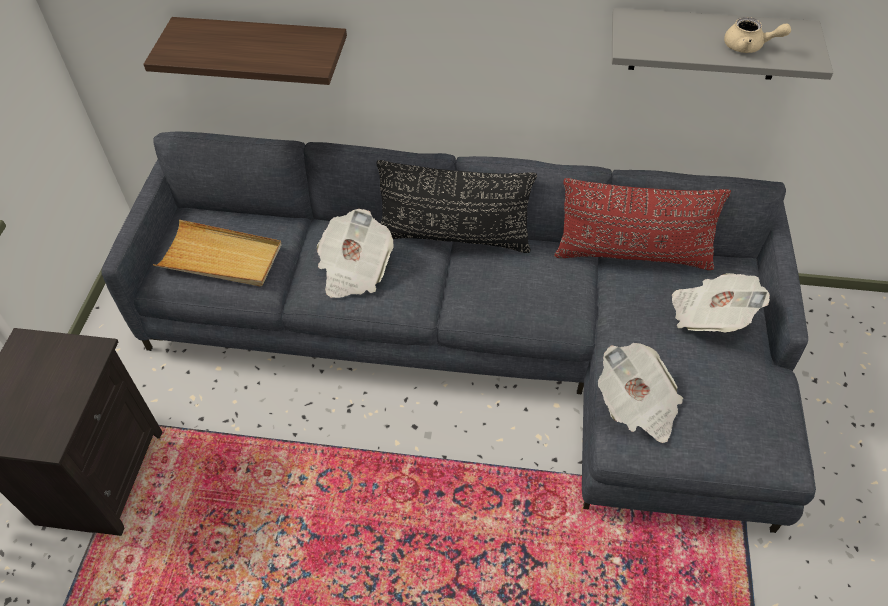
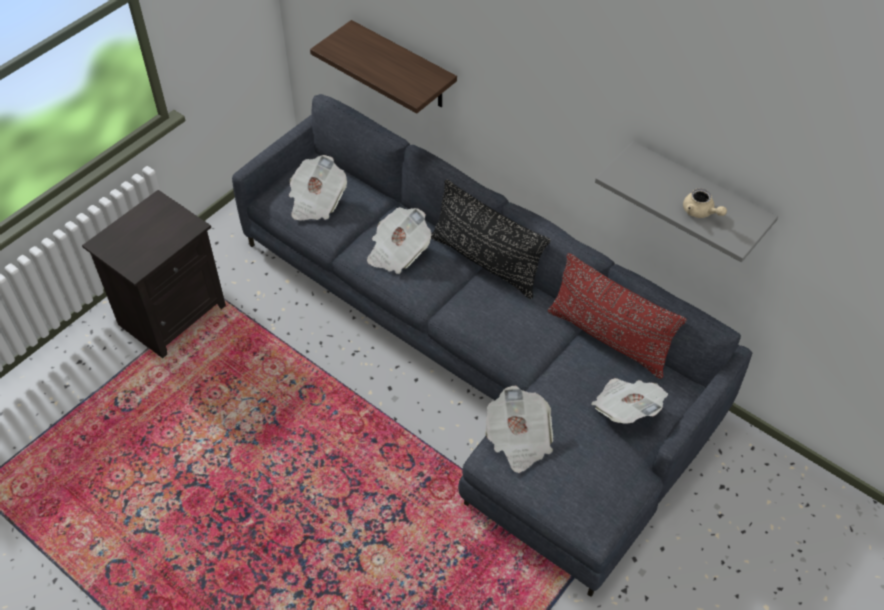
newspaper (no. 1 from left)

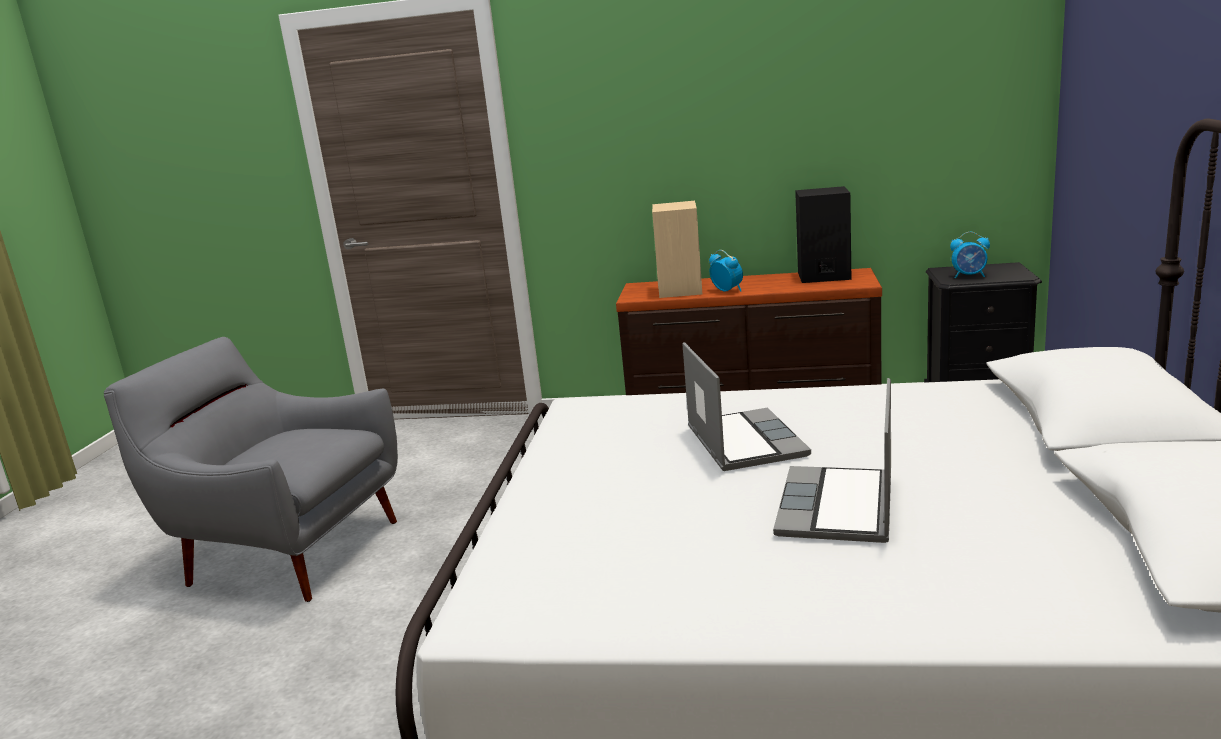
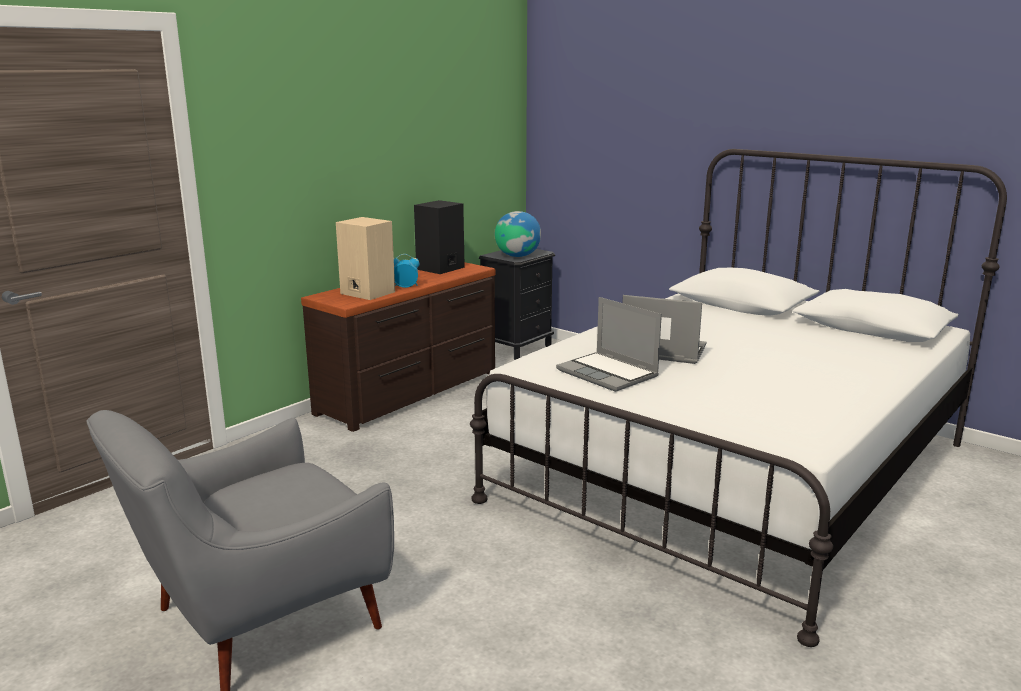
globe
notebook computer (no. 1 from left)

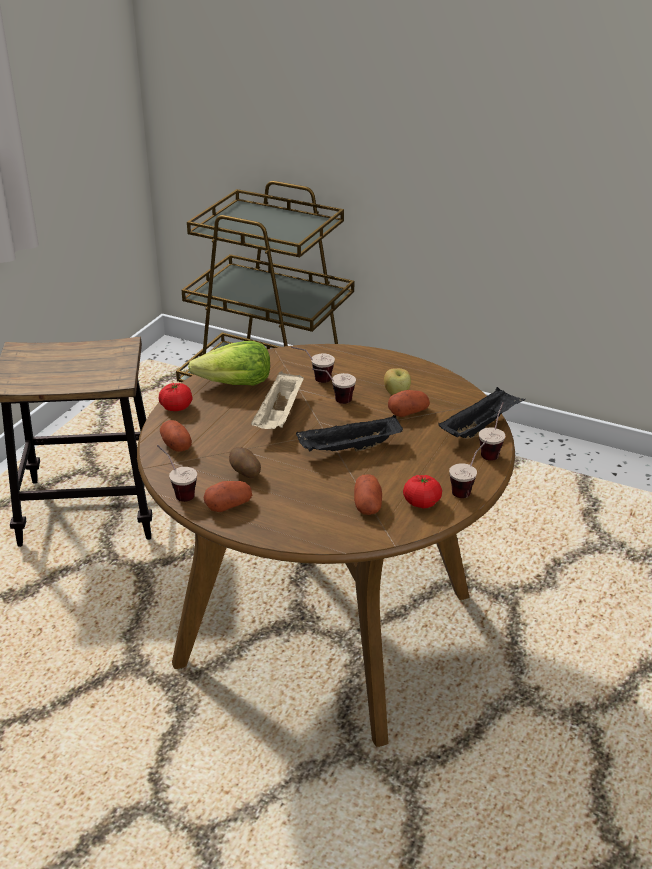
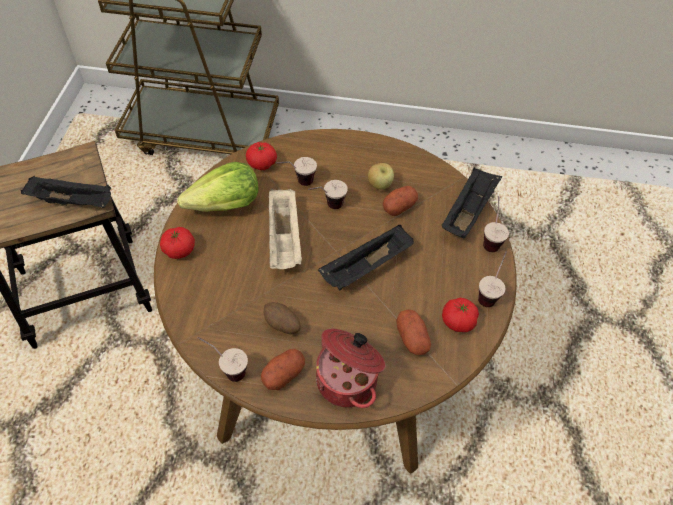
tray (black) (no. 1 from left)
whole tomato (no. 2 from left)
cooking pot
whole potato (no. 1 from left in the first image)

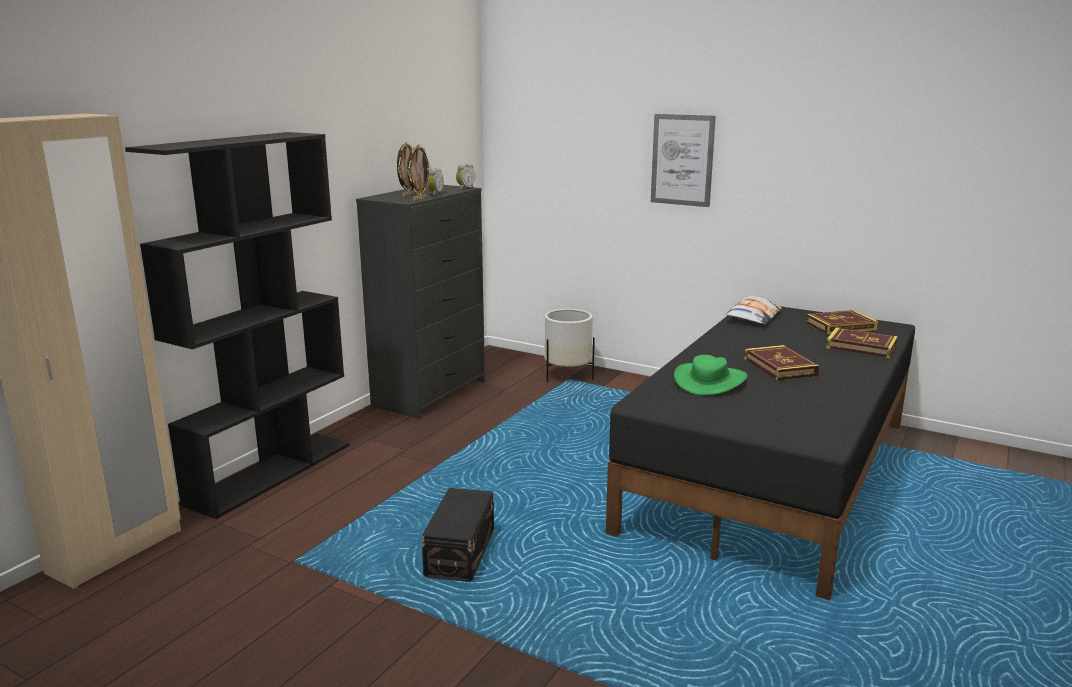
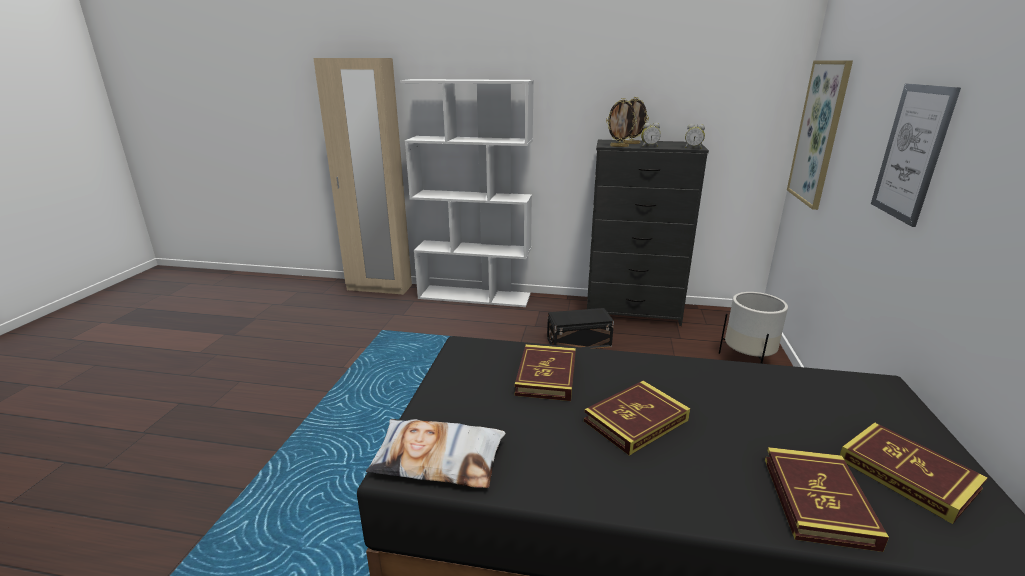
pillow
shelving unit (whitish)
volume (no. 1 from left)
storage container (black)
picture (no. 1 from left)

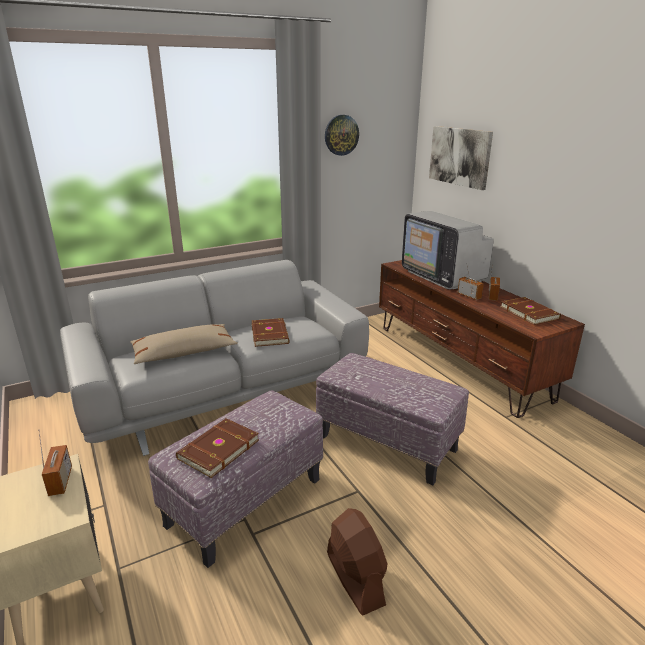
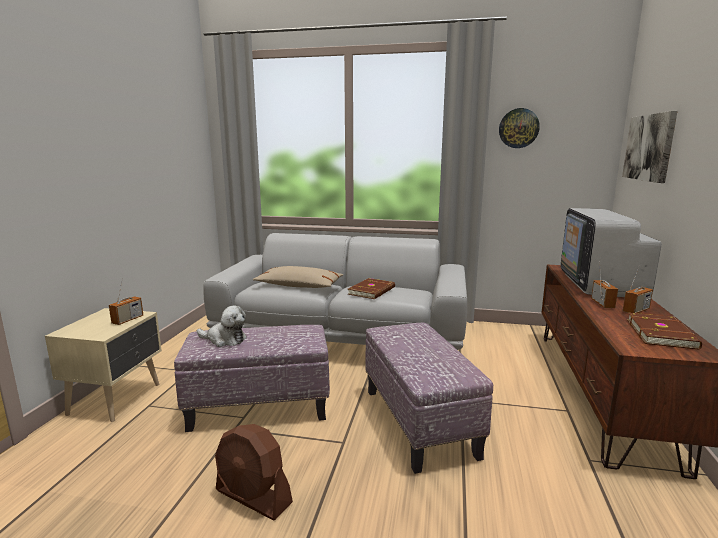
soft toy
cooling fan (brownish)

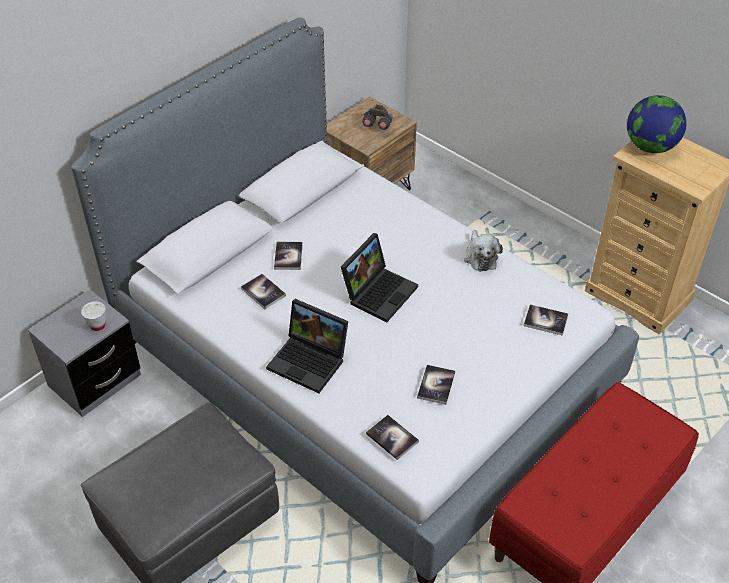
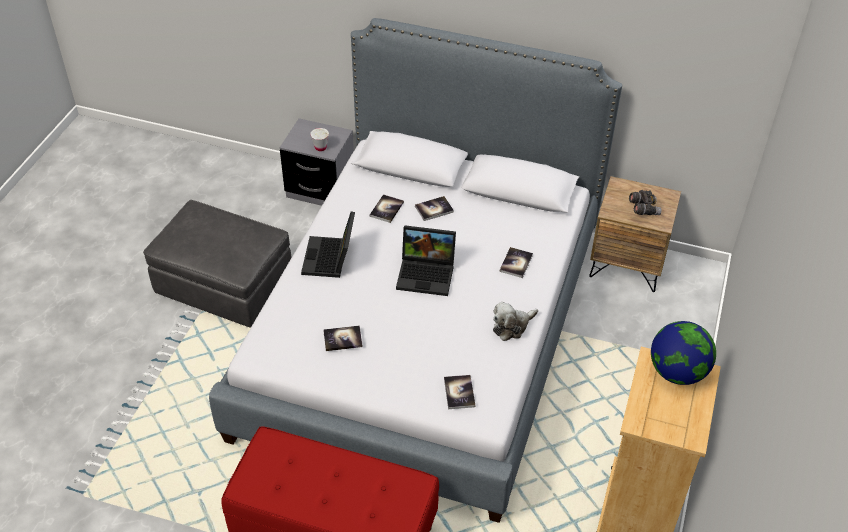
volume (no. 5 from left)

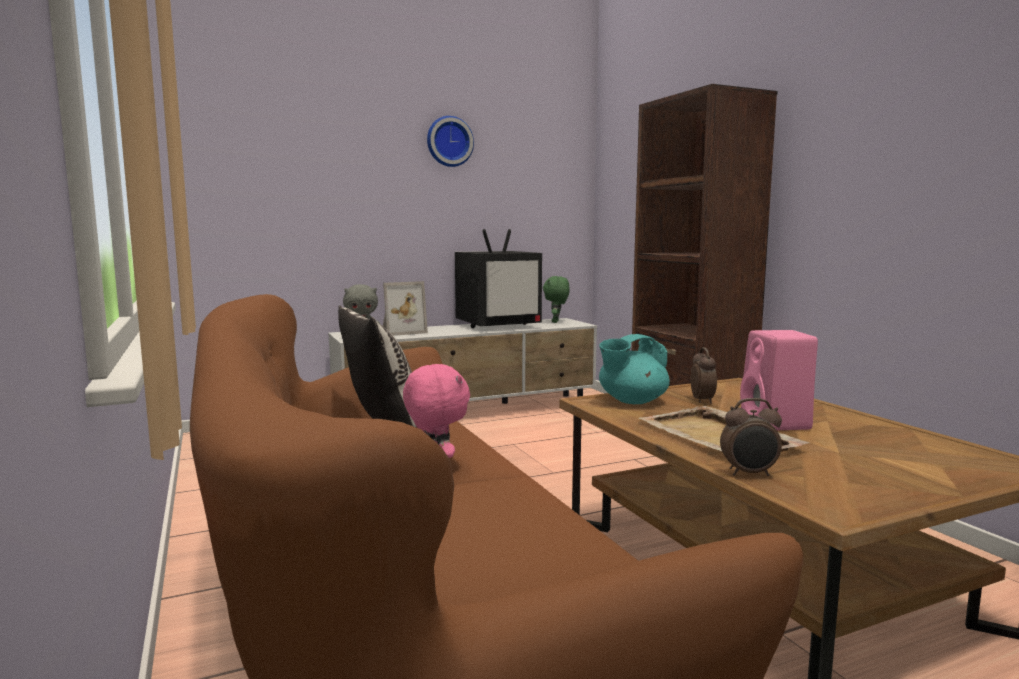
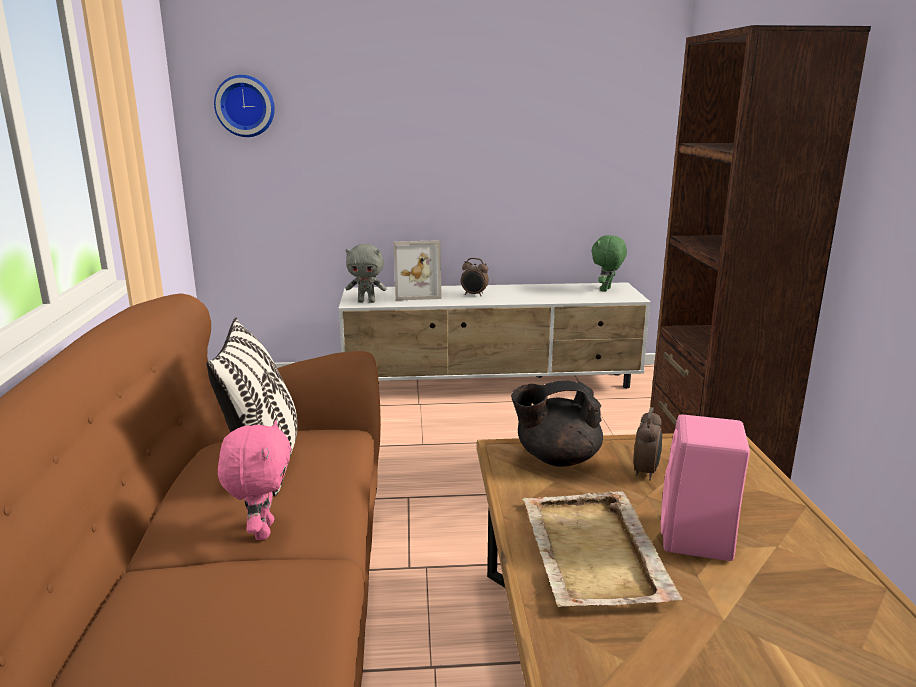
hanging clock
table clock (no. 1 from left)
tea pot (black)
TV

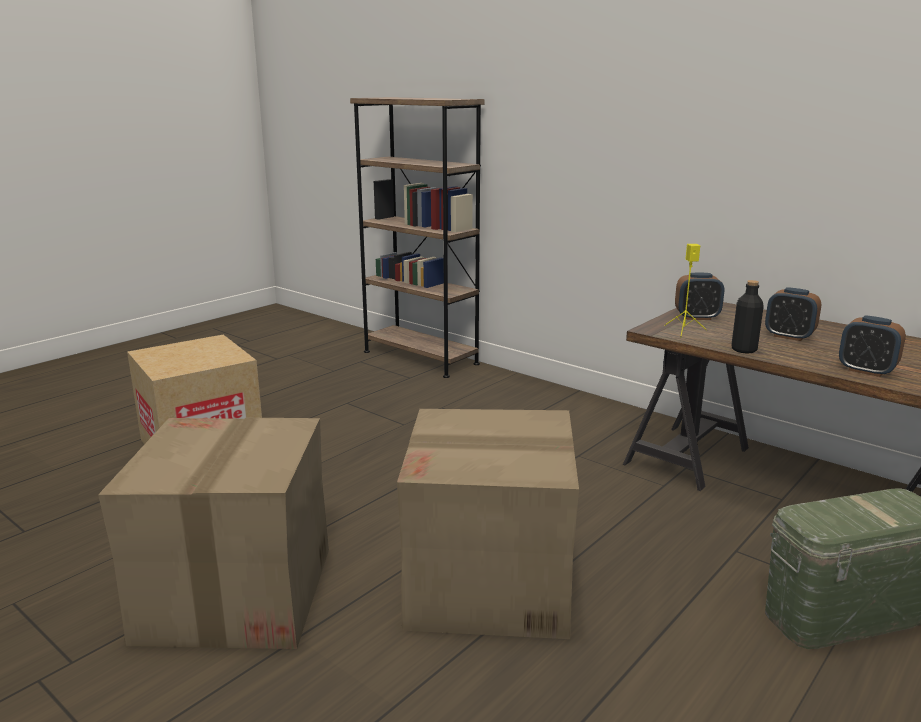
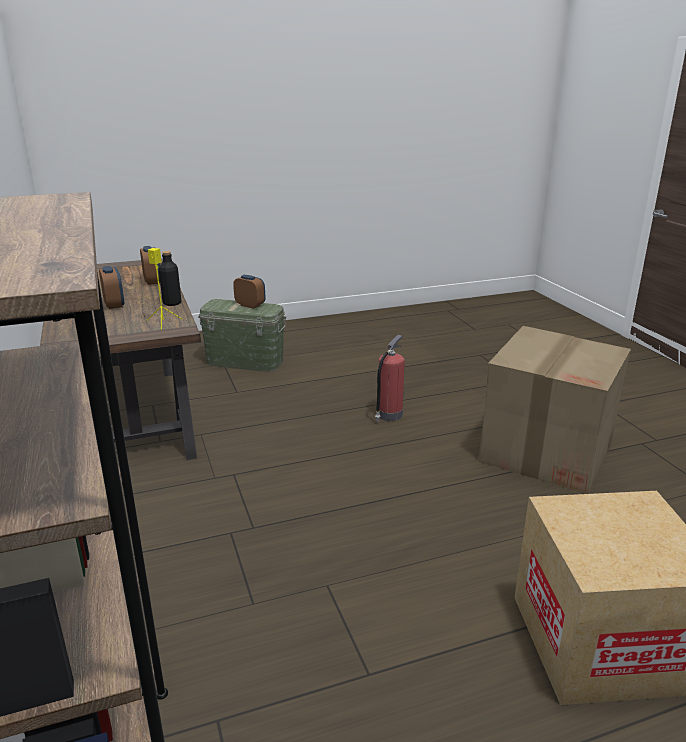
table clock (no. 3 from left)
extinguisher

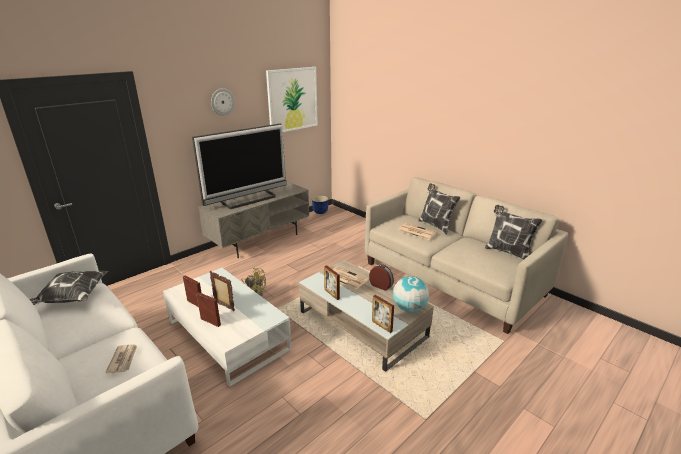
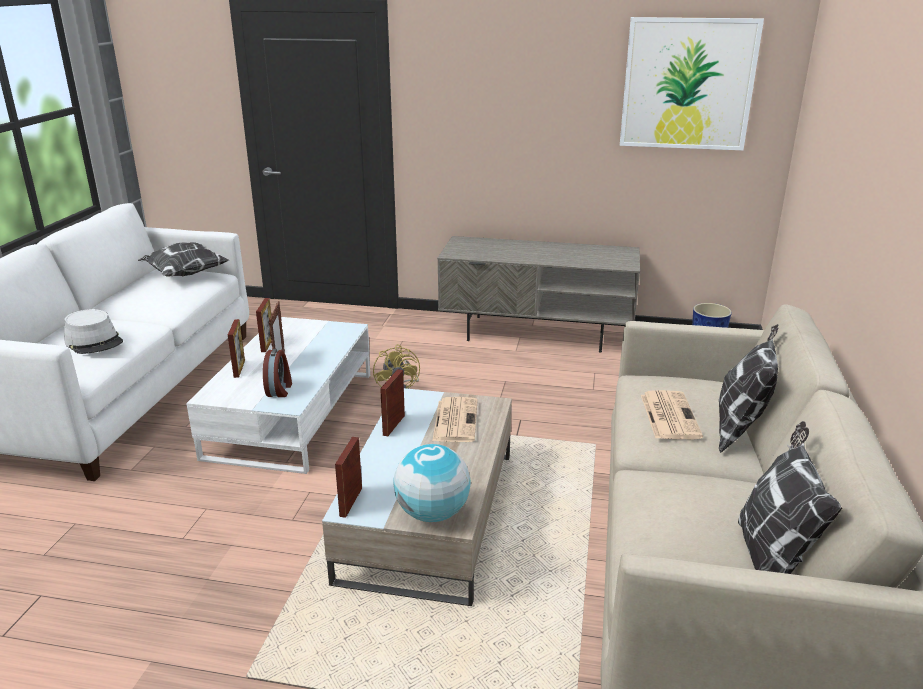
clothing hat (gray)
table clock
TV
hanging clock

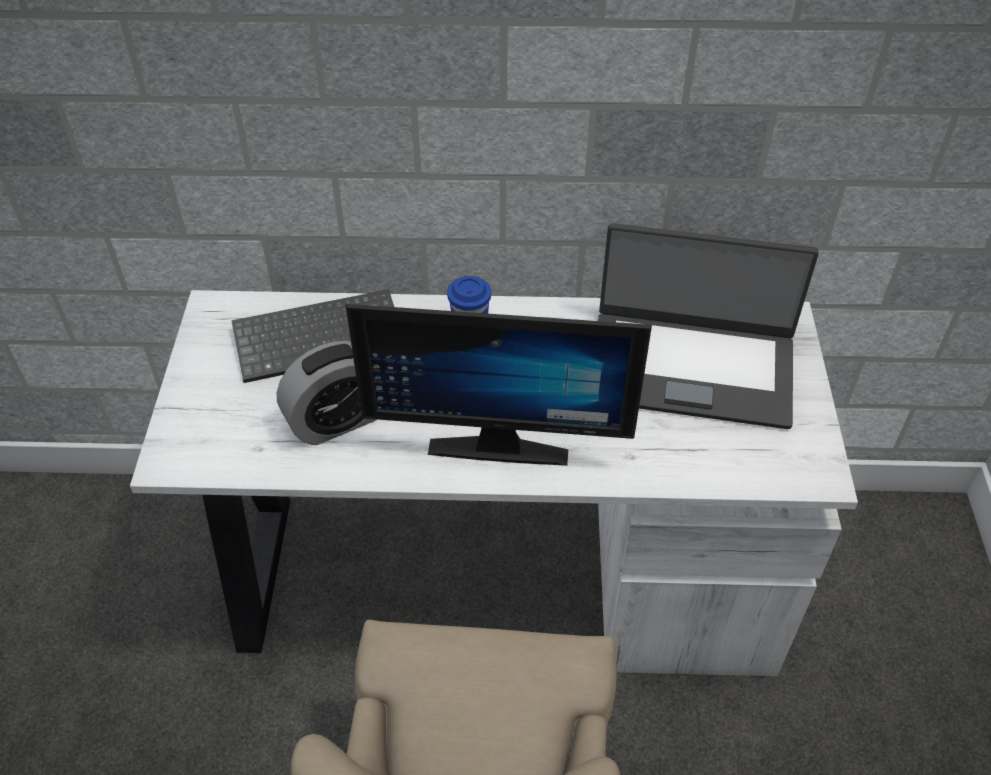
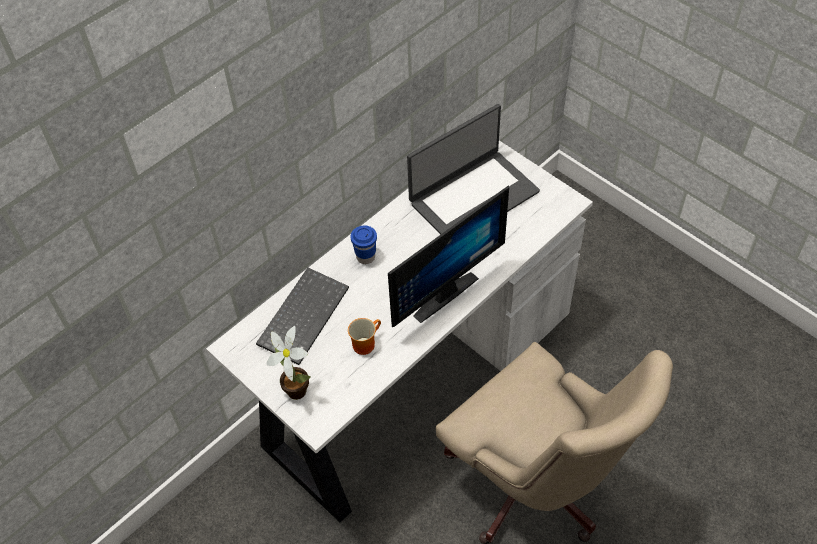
houseplant
mug

